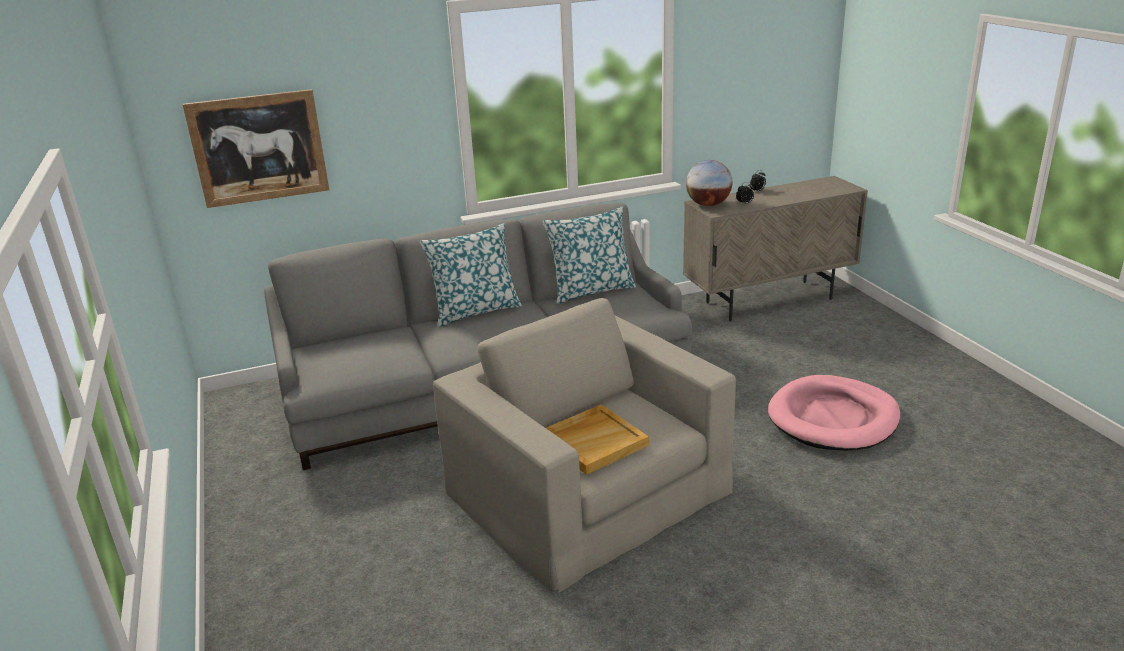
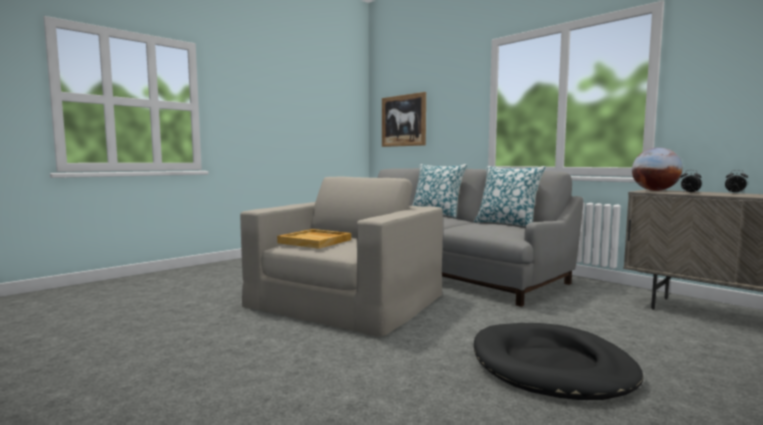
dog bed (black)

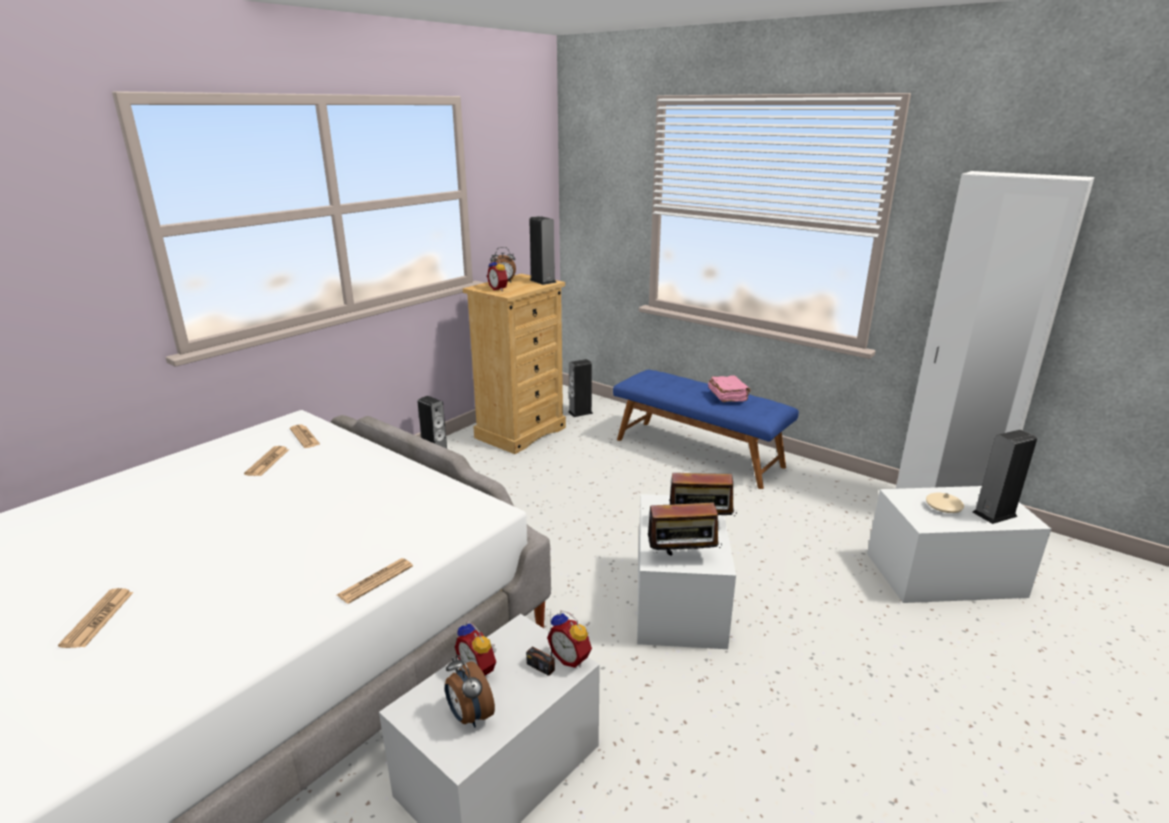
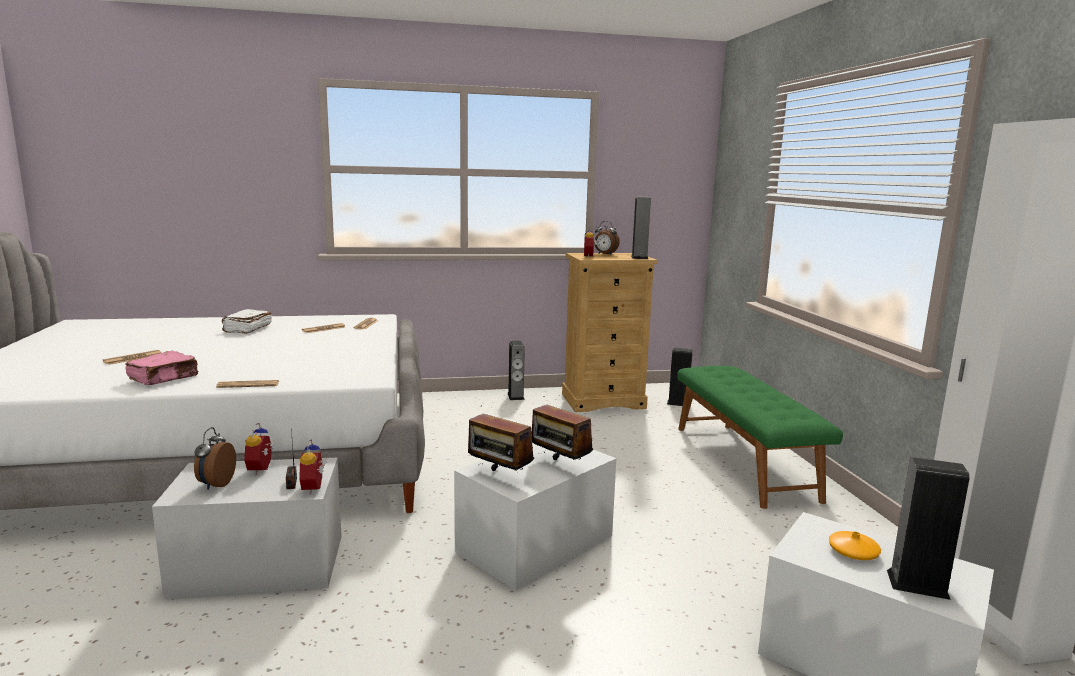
volume (pinkish)
volume (whitish)
long seat (greenish)
vase (orange)

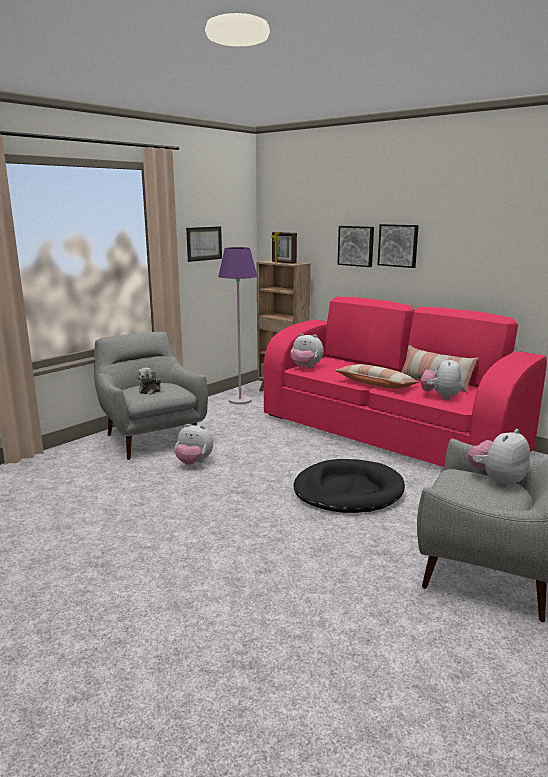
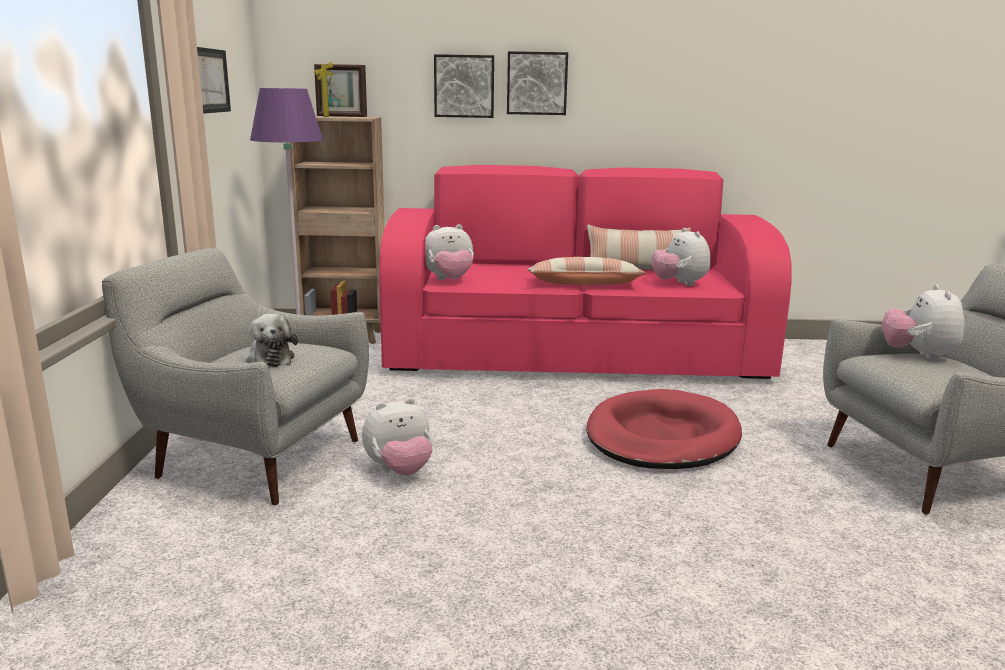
dog bed (reddish)

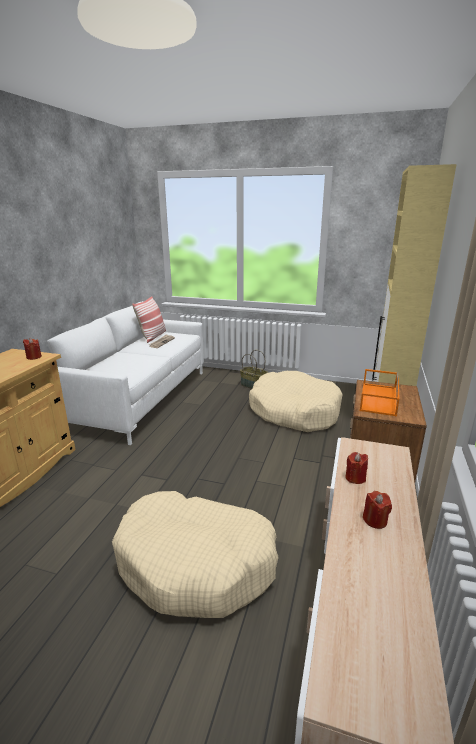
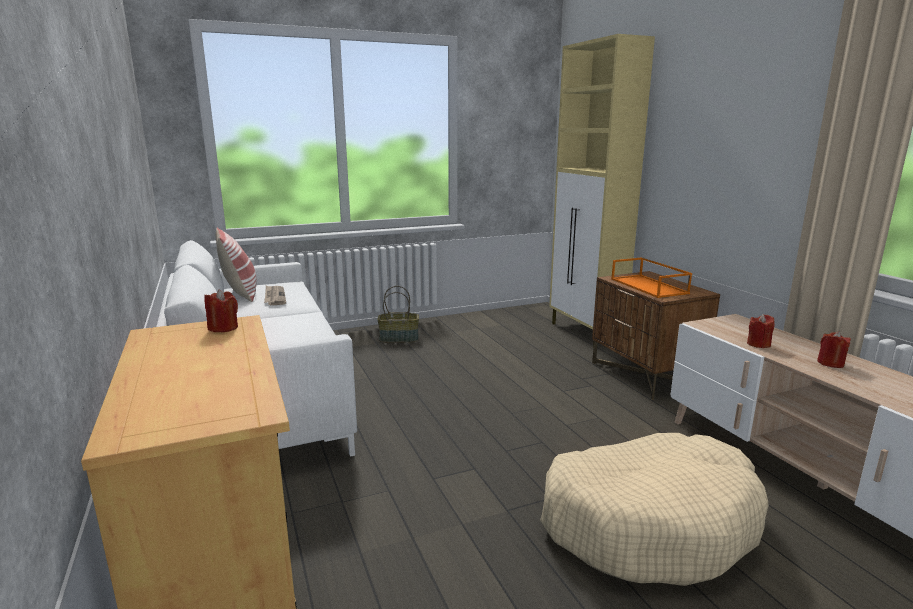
dog bed (sand-coloured) (no. 2 from left in the first image)

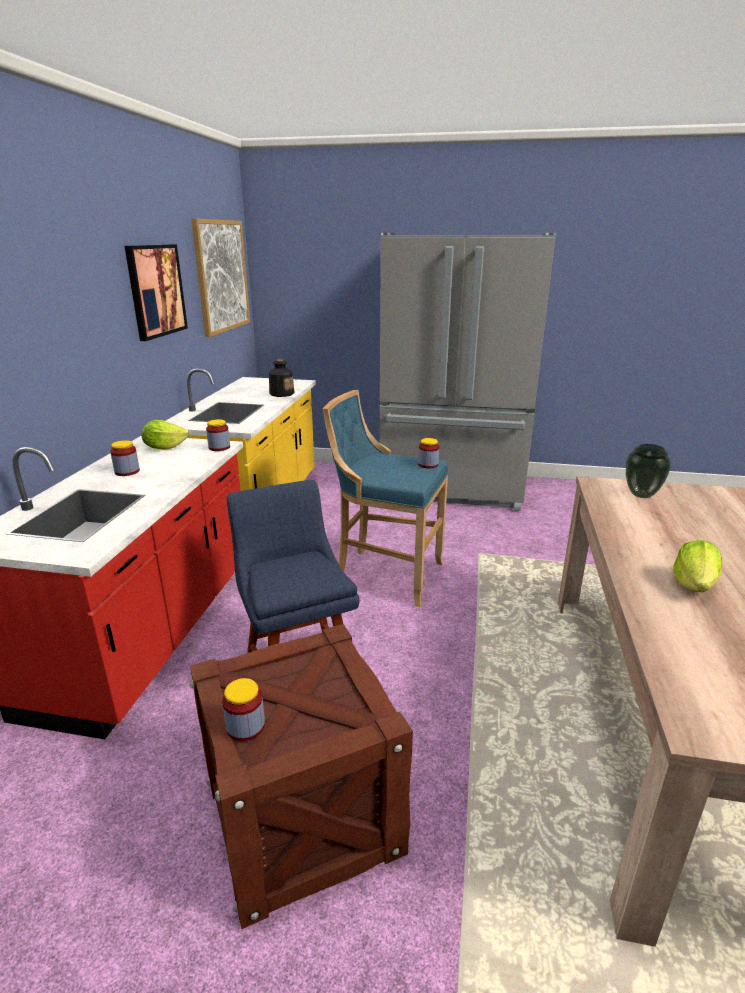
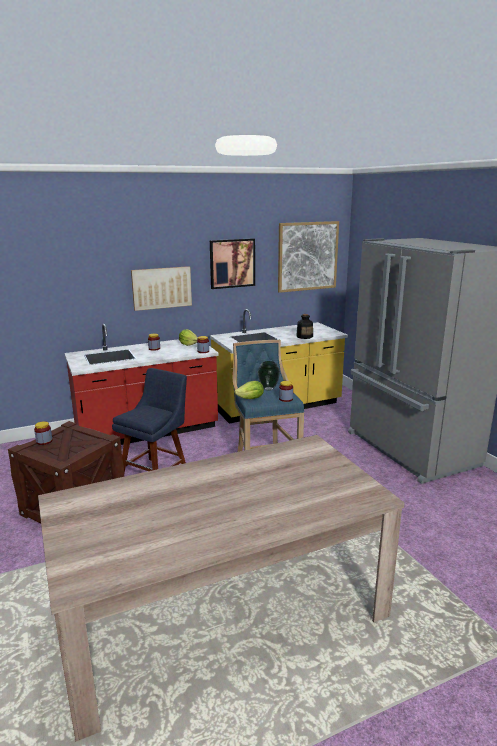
picture (no. 1 from left)
lettuce (no. 2 from left)
vase

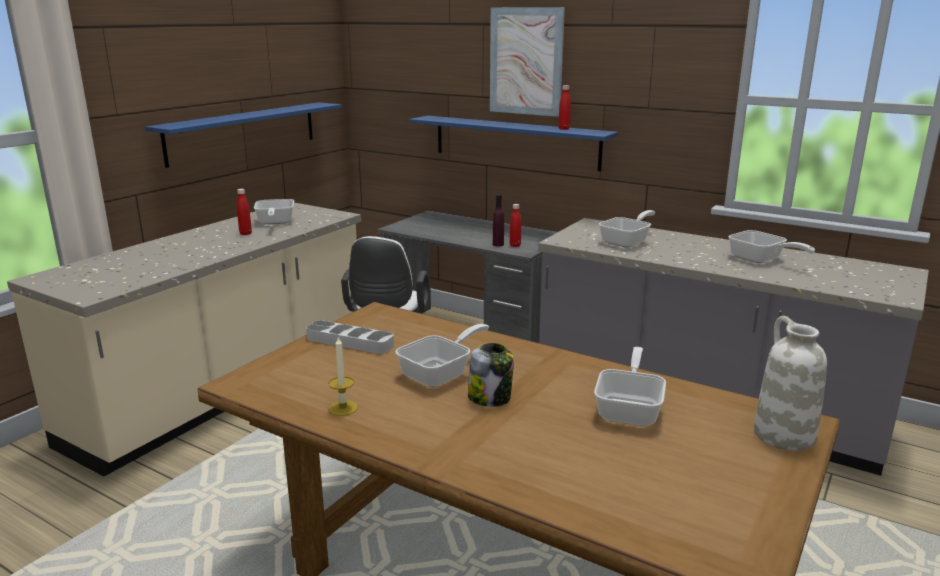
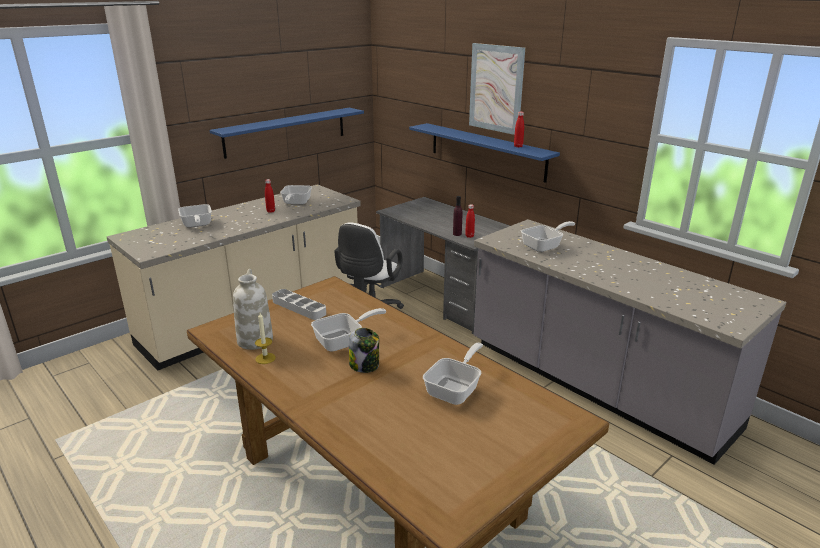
pan (no. 1 from left)
vase (whitish)

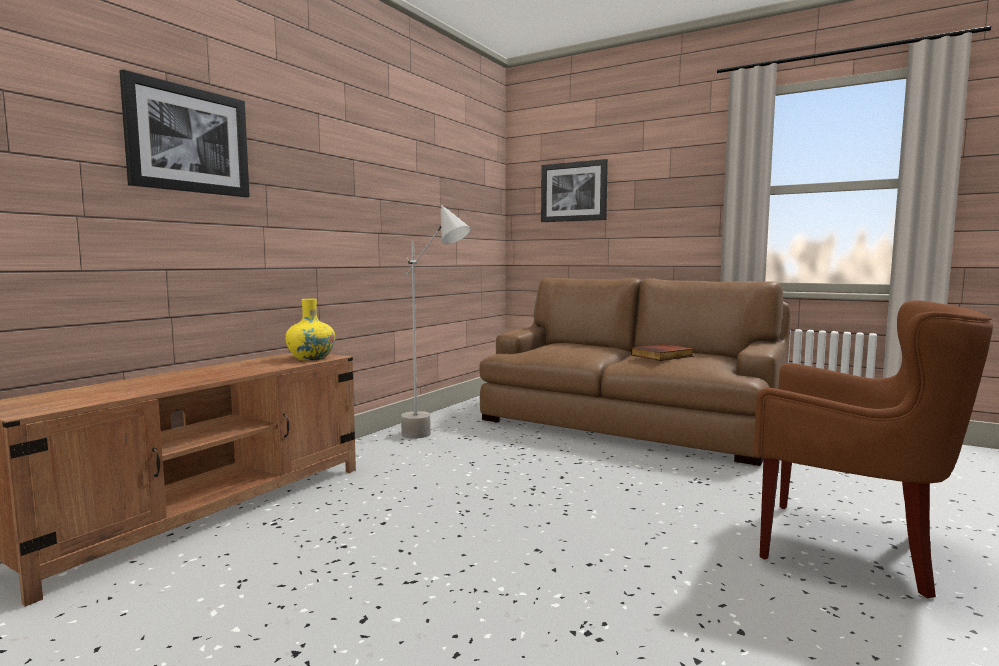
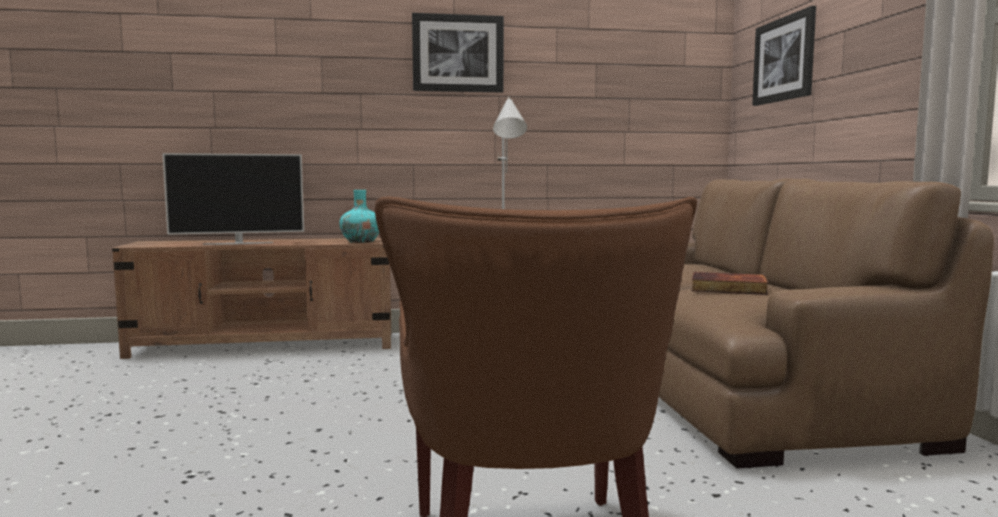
TV
vase (blue-green)
picture (no. 1 from left)

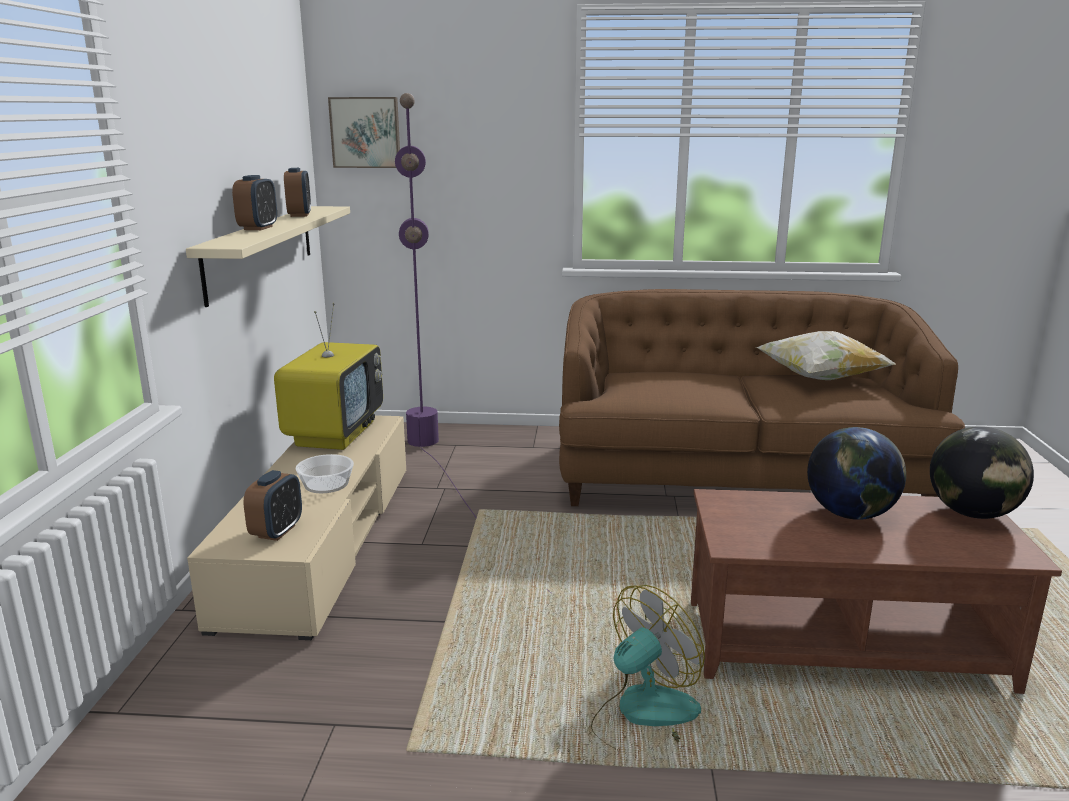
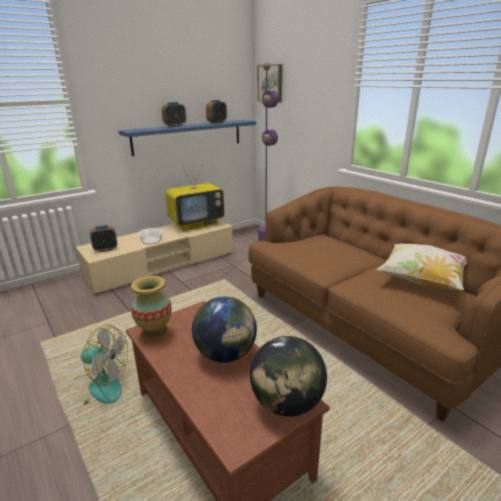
wall shelf (blue-coloured)
vase

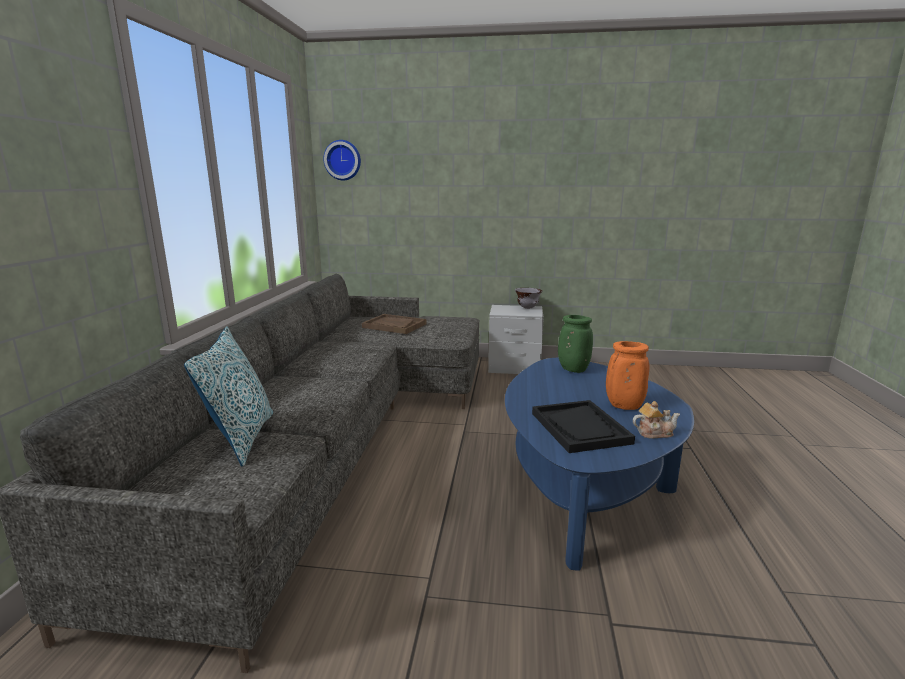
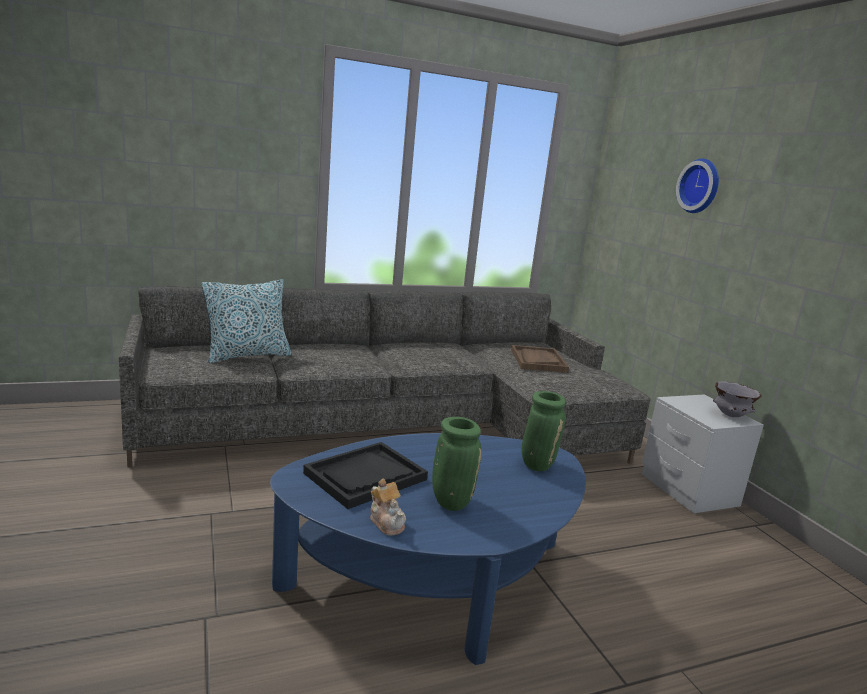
vase (greenish) (no. 1 from left)
hanging clock

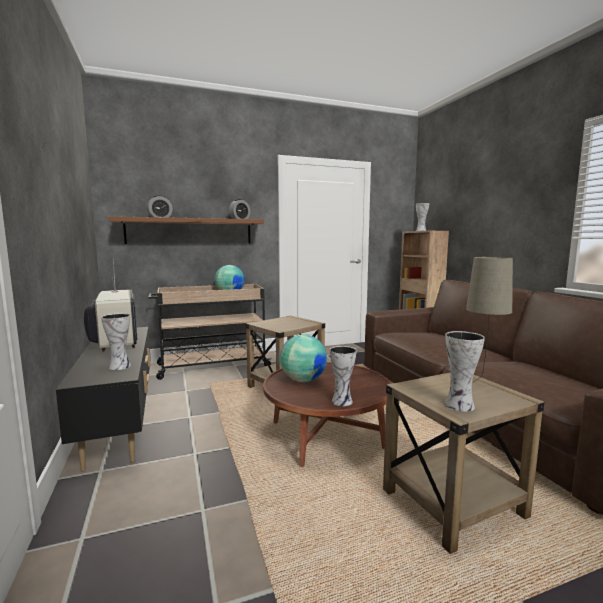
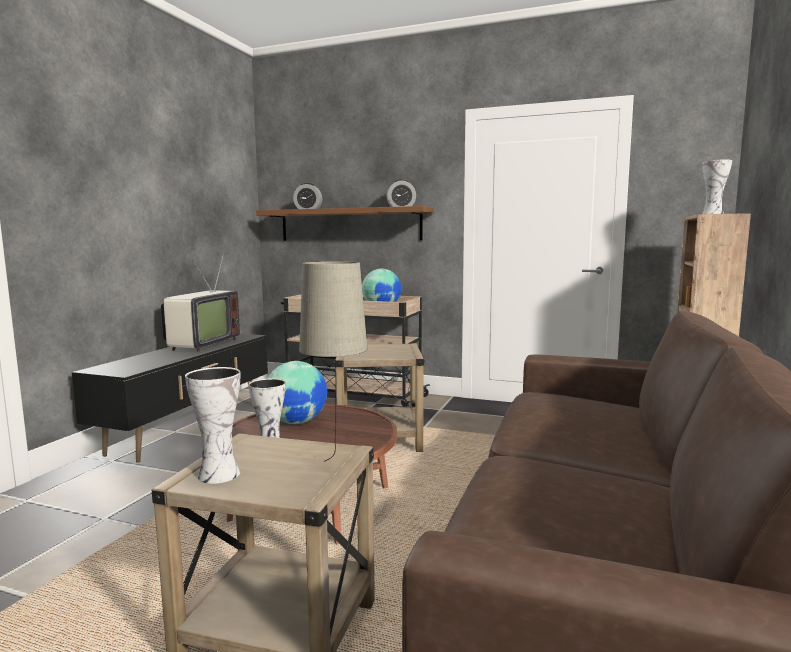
vase (no. 1 from left in the first image)

